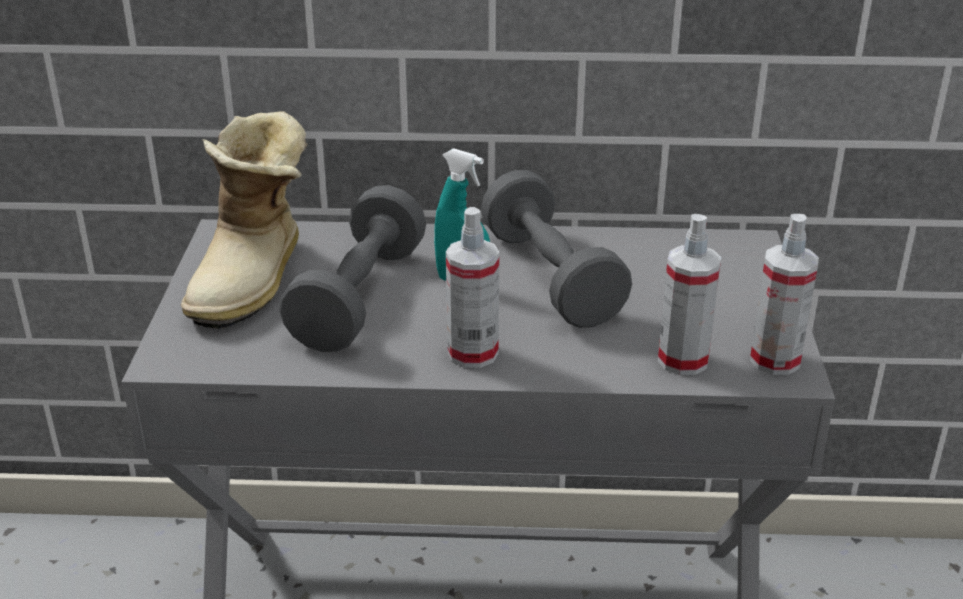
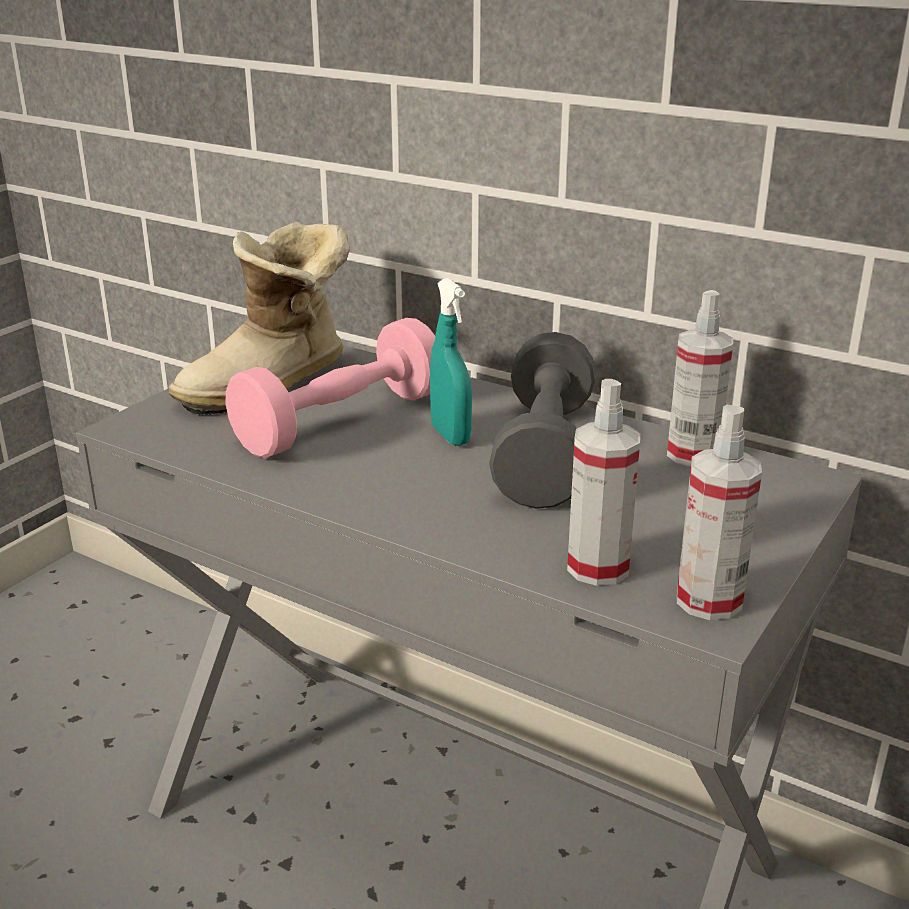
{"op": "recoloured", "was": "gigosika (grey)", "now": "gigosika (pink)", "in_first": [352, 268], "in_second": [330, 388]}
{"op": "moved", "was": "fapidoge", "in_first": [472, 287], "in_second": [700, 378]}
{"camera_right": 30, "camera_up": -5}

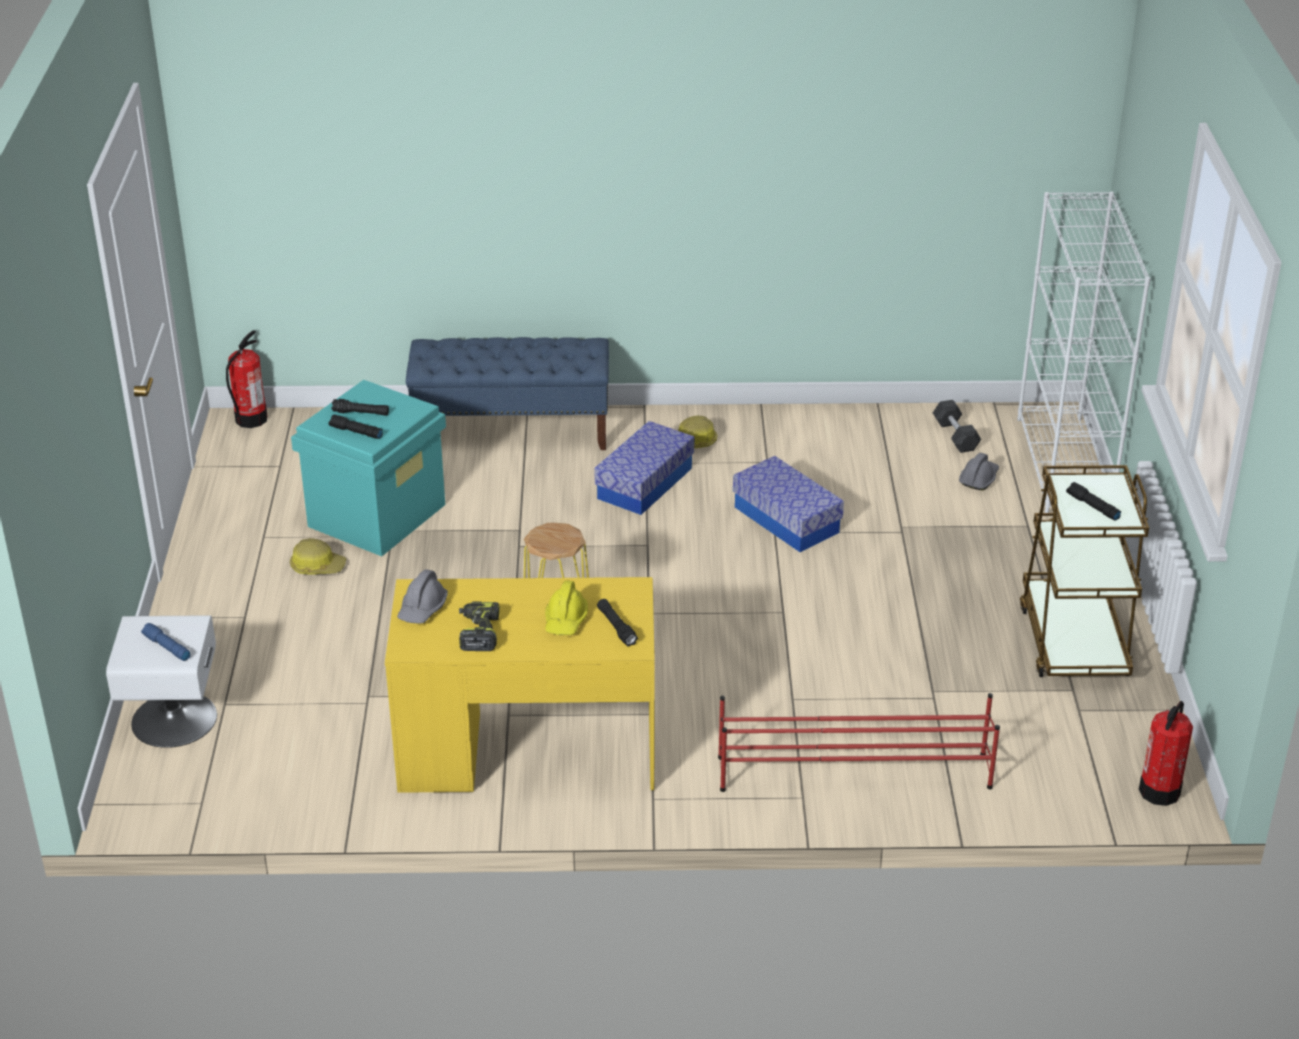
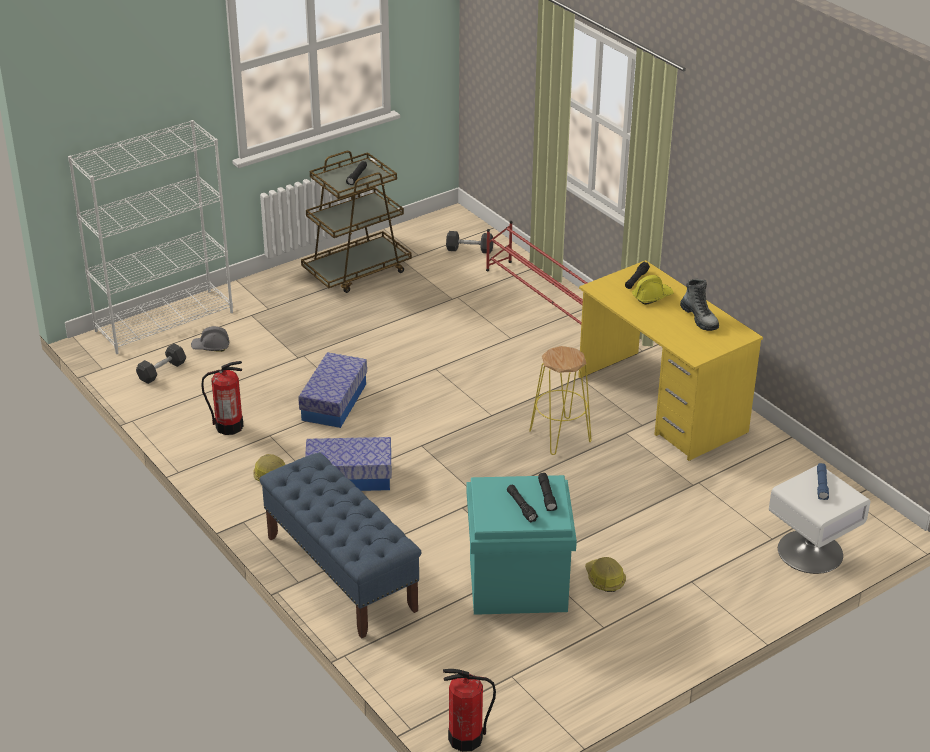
{"op": "moved", "was": "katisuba", "in_first": [1166, 753], "in_second": [222, 398]}
{"op": "added", "now": "gigosika (grey)", "in_second": [469, 242]}
{"op": "replaced", "was": "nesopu", "now": "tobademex", "in_first": [479, 626], "in_second": [699, 305]}
{"op": "removed", "was": "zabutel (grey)", "in_first": [422, 596]}
{"camera_right": -125, "camera_up": 0}

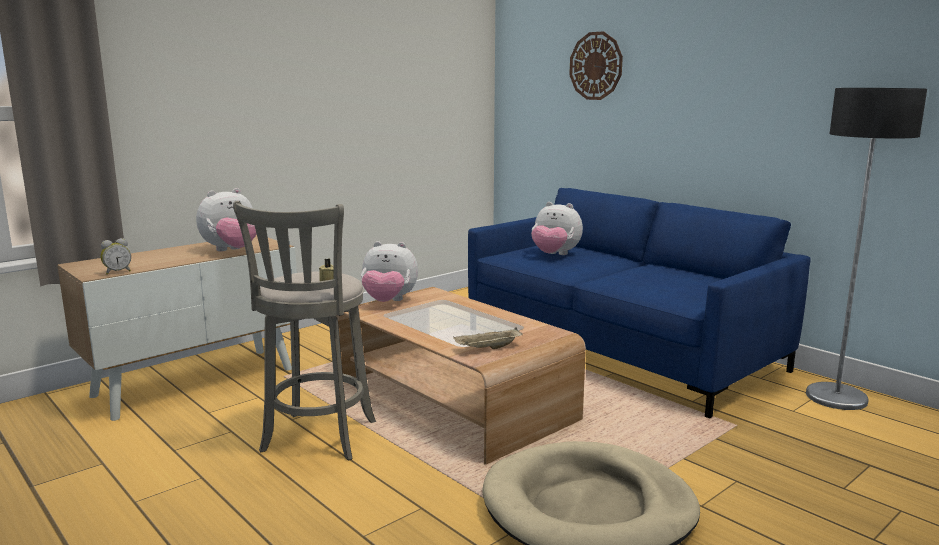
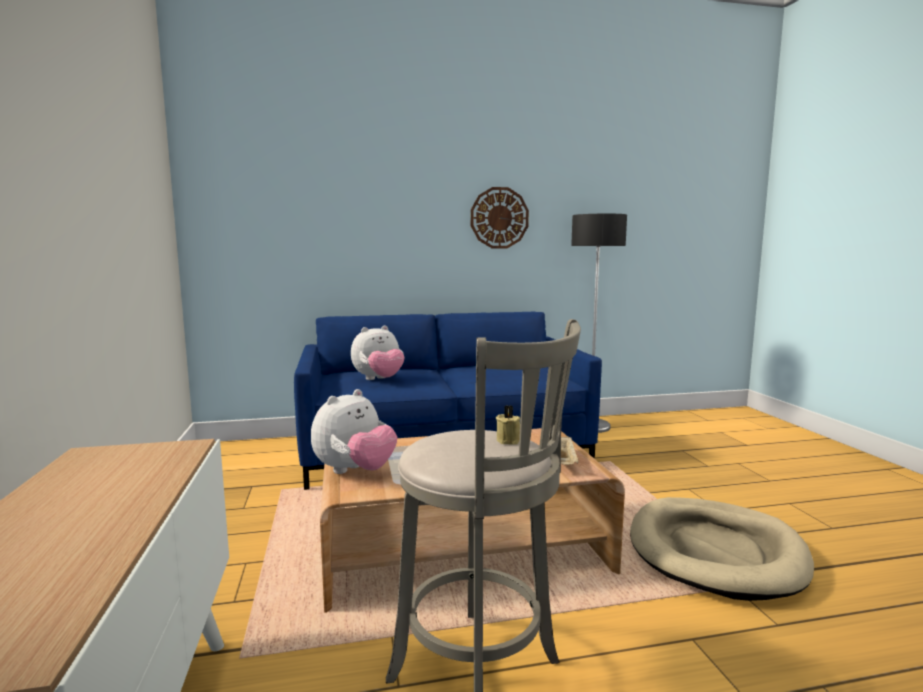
{"op": "moved", "was": "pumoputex", "in_first": [596, 65], "in_second": [500, 218]}
{"op": "removed", "was": "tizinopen", "in_first": [115, 256]}
{"op": "removed", "was": "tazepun", "in_first": [226, 219]}
{"camera_right": -60, "camera_up": -5}

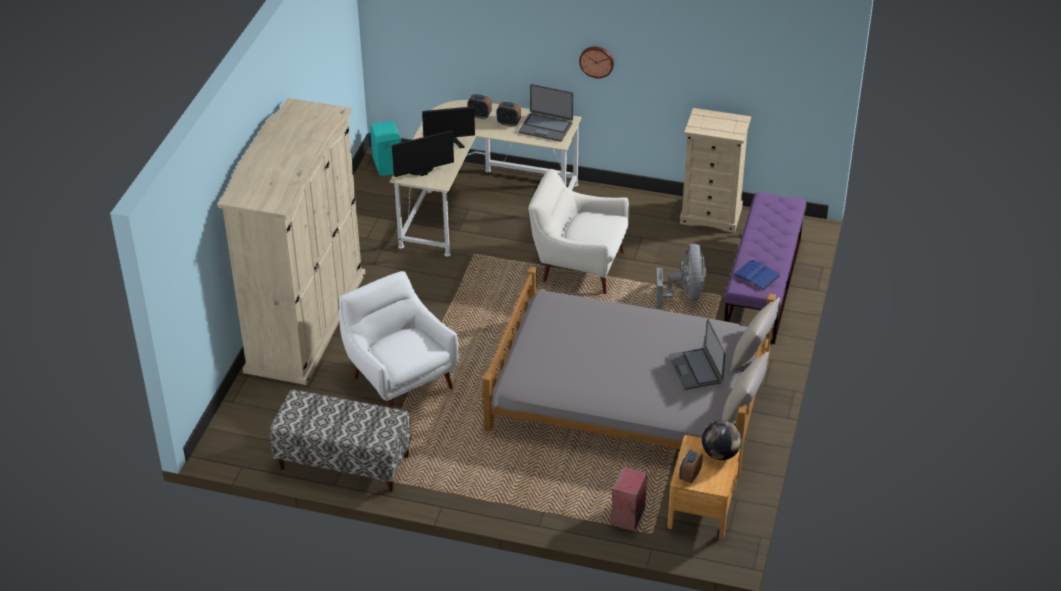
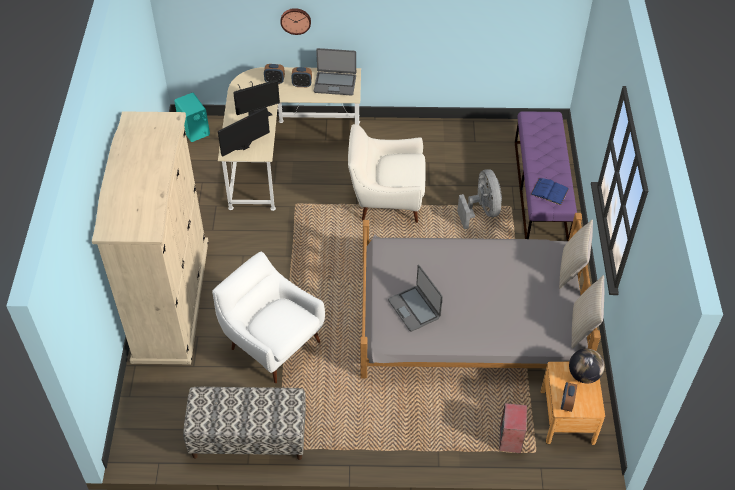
{"op": "moved", "was": "pumoputex", "in_first": [596, 62], "in_second": [295, 21]}
{"op": "moved", "was": "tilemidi", "in_first": [697, 354], "in_second": [415, 298]}
{"op": "removed", "was": "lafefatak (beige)", "in_first": [715, 170]}
{"camera_right": -15, "camera_up": 10}

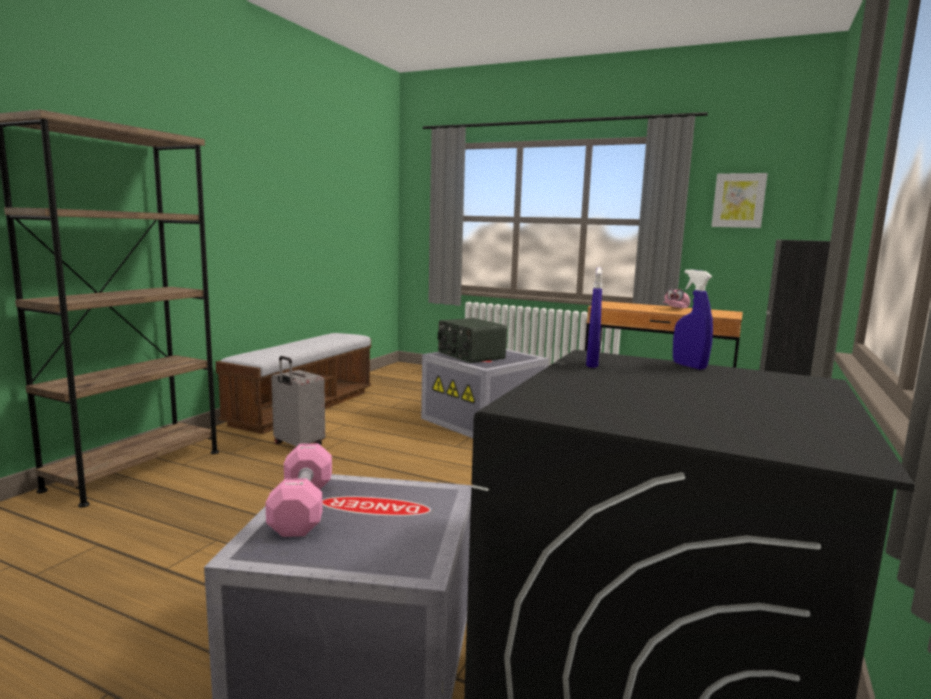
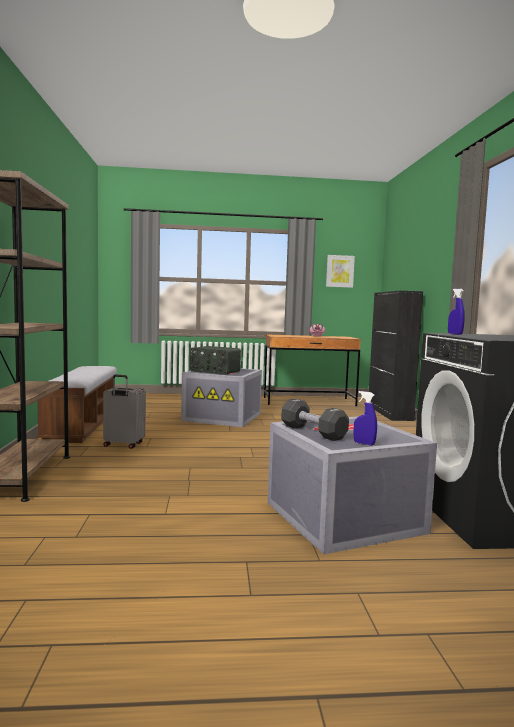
{"op": "recoloured", "was": "gigosika (pink)", "now": "gigosika (black)", "in_first": [298, 490], "in_second": [315, 420]}
{"op": "moved", "was": "fapidoge (blue)", "in_first": [693, 319], "in_second": [365, 418]}
{"camera_right": -30, "camera_up": -5}

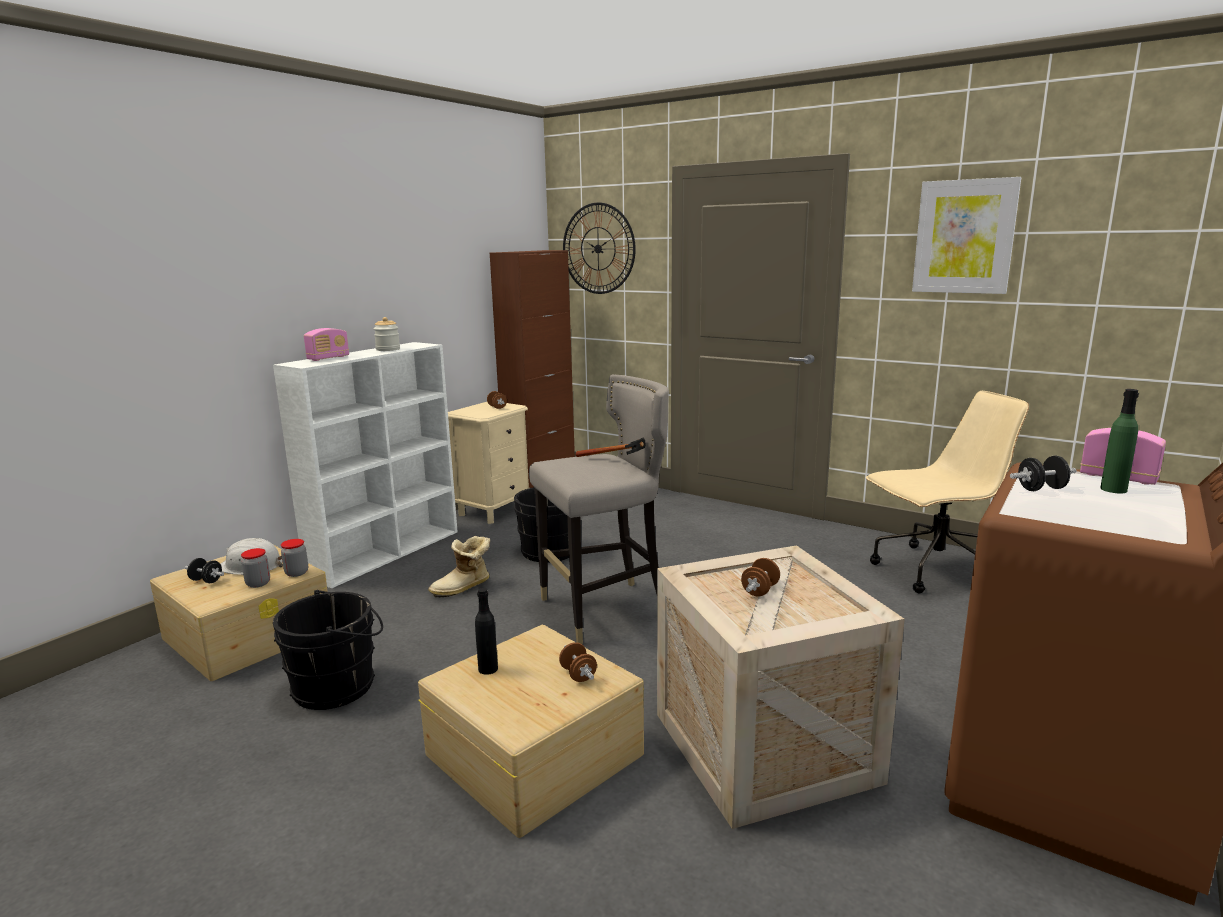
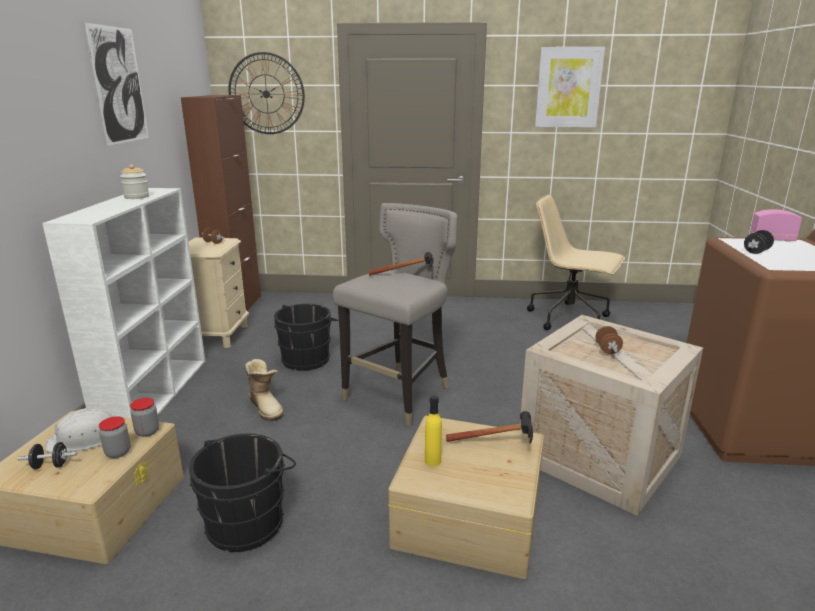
{"op": "added", "now": "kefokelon", "in_second": [116, 84]}
{"op": "turned", "was": "tobademex", "in_first": [459, 567], "in_second": [264, 390], "clockwise": -60}
{"op": "recoloured", "was": "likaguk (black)", "now": "likaguk (yellow)", "in_first": [486, 631], "in_second": [433, 431]}
{"op": "replaced", "was": "gigosika (brown)", "now": "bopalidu", "in_first": [578, 662], "in_second": [489, 427]}
{"op": "turned", "was": "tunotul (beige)", "in_first": [947, 492], "in_second": [576, 262], "clockwise": -105}
{"op": "removed", "was": "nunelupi", "in_first": [326, 344]}
{"op": "removed", "was": "likaguk (green)", "in_first": [1119, 441]}
{"camera_right": -30, "camera_up": 5}

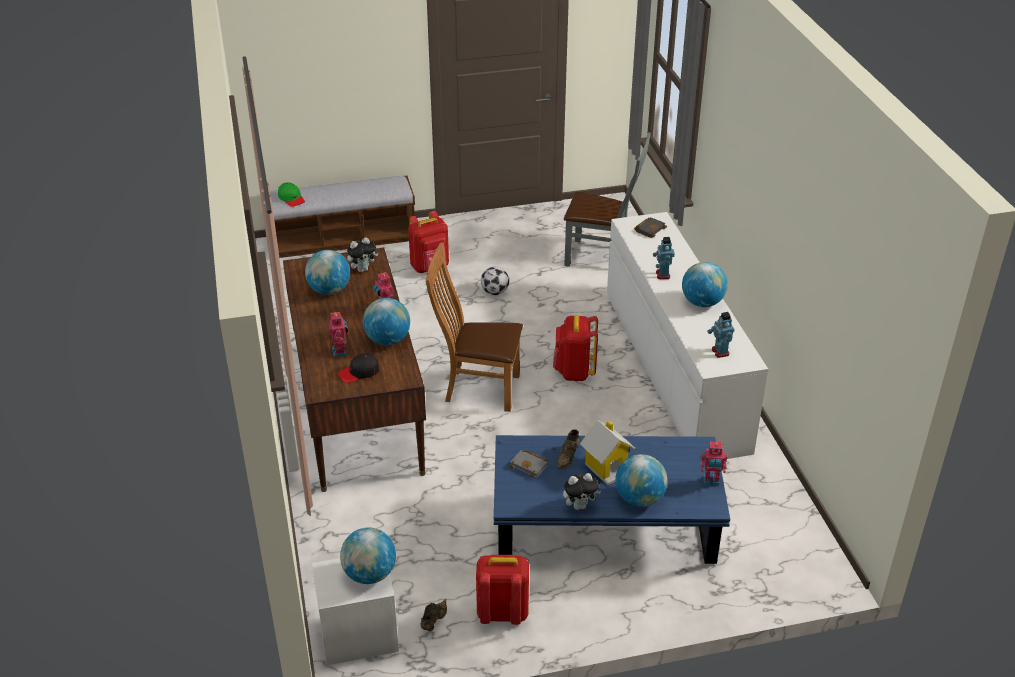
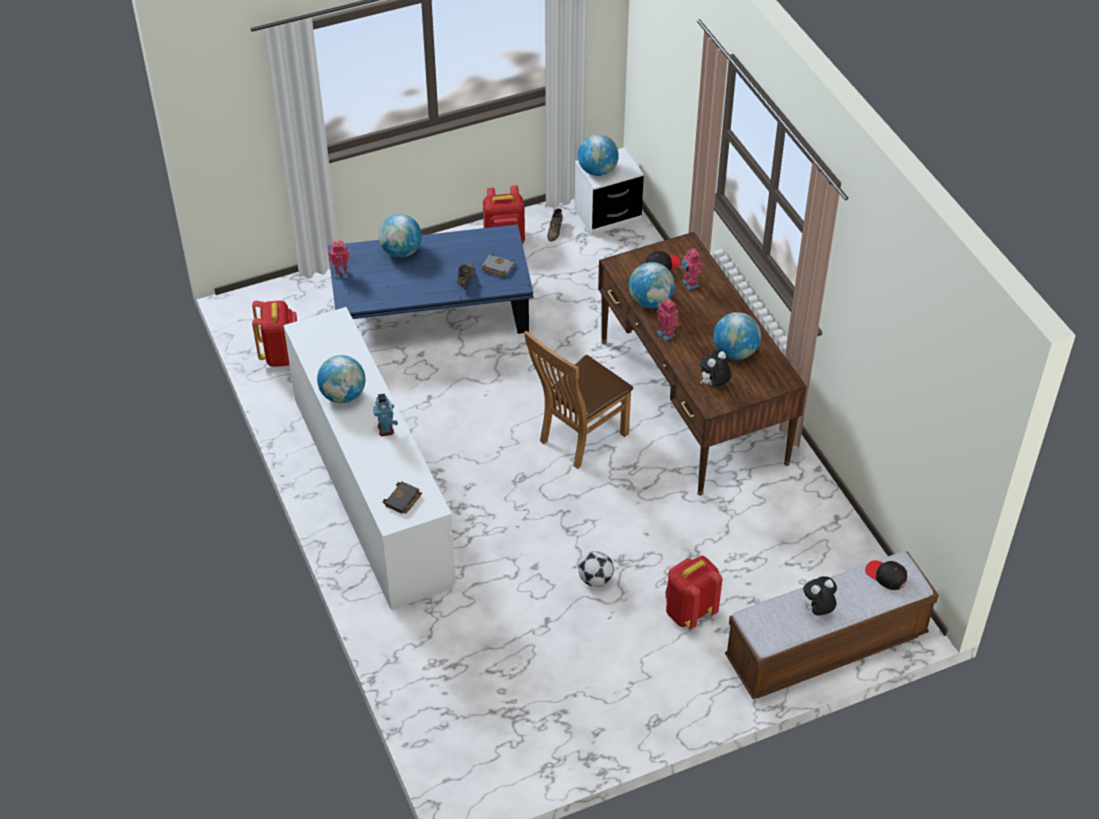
{"op": "moved", "was": "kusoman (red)", "in_first": [575, 348], "in_second": [274, 333]}
{"op": "turned", "was": "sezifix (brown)", "in_first": [474, 327], "in_second": [578, 399], "clockwise": 135}
{"op": "moved", "was": "tazepun", "in_first": [582, 491], "in_second": [818, 595]}
{"op": "recoloured", "was": "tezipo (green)", "now": "tezipo (black)", "in_first": [291, 194], "in_second": [886, 575]}
{"op": "removed", "was": "sezifix (grey)", "in_first": [607, 199]}
{"op": "removed", "was": "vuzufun", "in_first": [607, 452]}
{"op": "removed", "was": "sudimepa", "in_first": [720, 335]}
{"camera_right": 170, "camera_up": 10}

